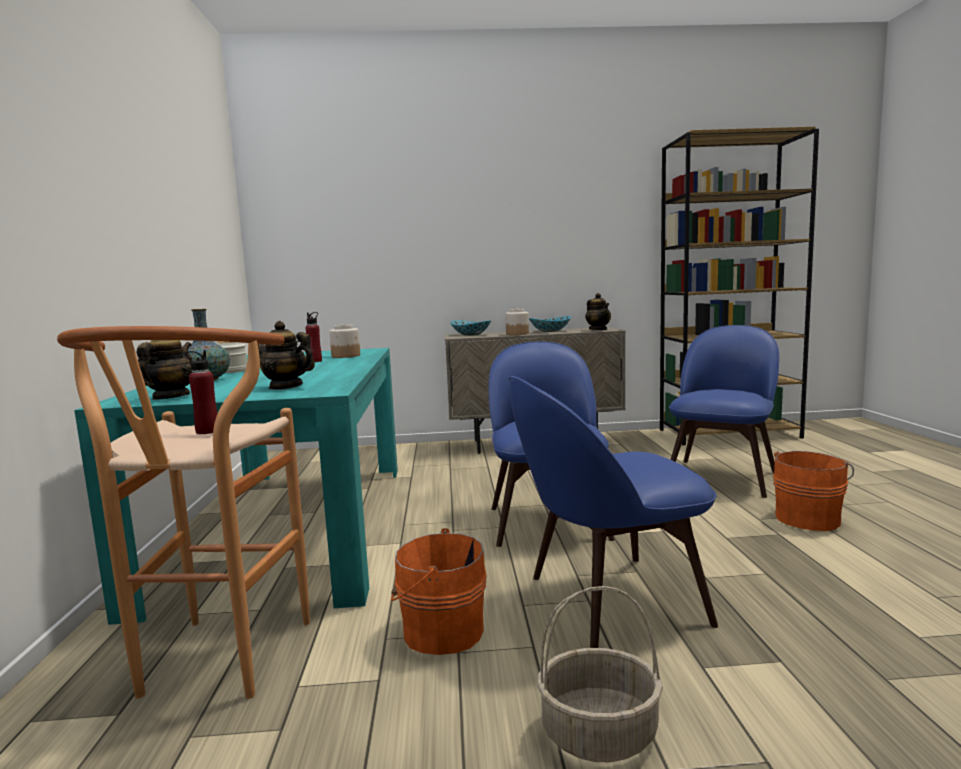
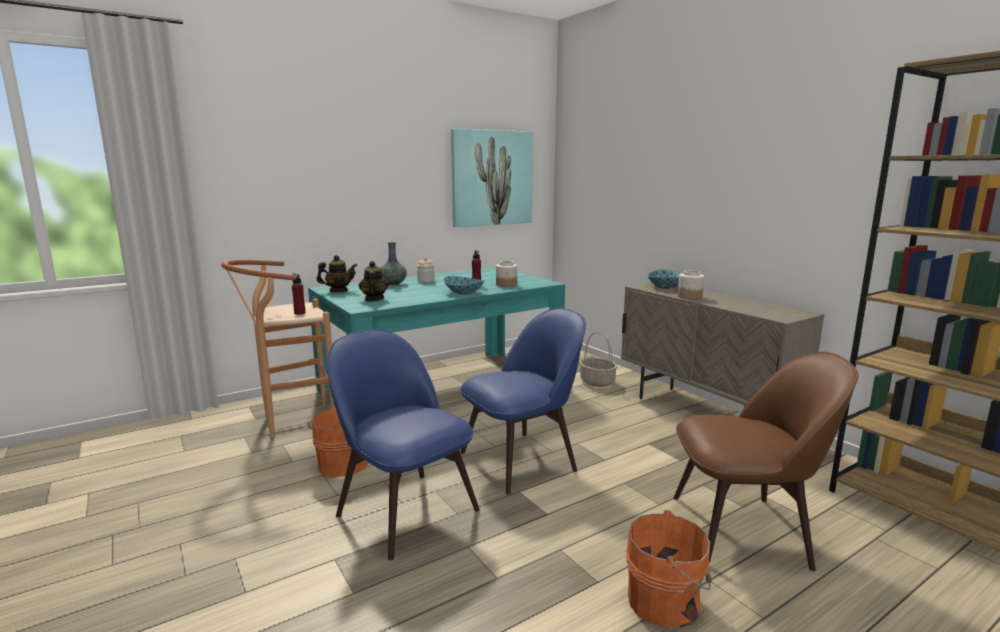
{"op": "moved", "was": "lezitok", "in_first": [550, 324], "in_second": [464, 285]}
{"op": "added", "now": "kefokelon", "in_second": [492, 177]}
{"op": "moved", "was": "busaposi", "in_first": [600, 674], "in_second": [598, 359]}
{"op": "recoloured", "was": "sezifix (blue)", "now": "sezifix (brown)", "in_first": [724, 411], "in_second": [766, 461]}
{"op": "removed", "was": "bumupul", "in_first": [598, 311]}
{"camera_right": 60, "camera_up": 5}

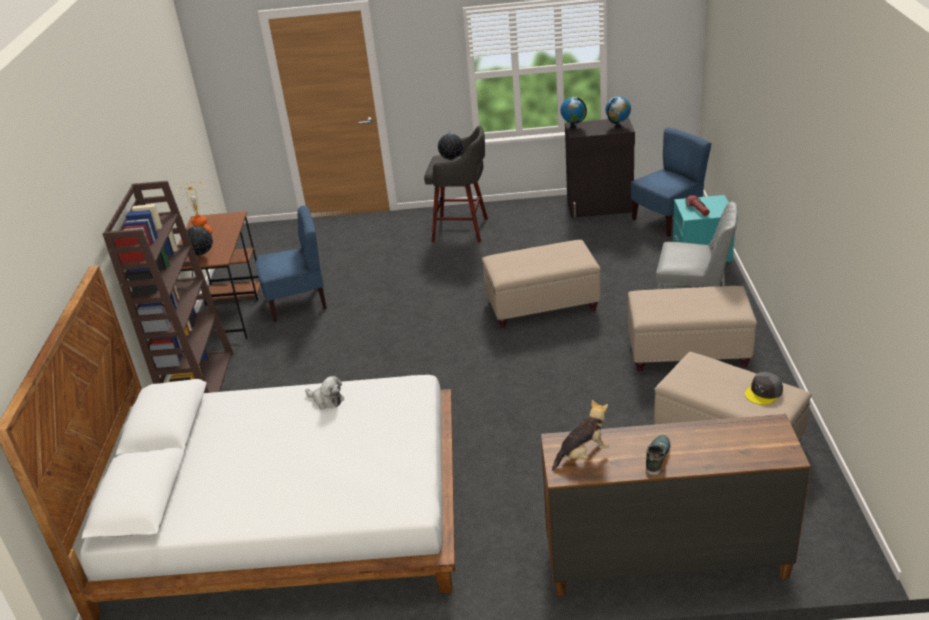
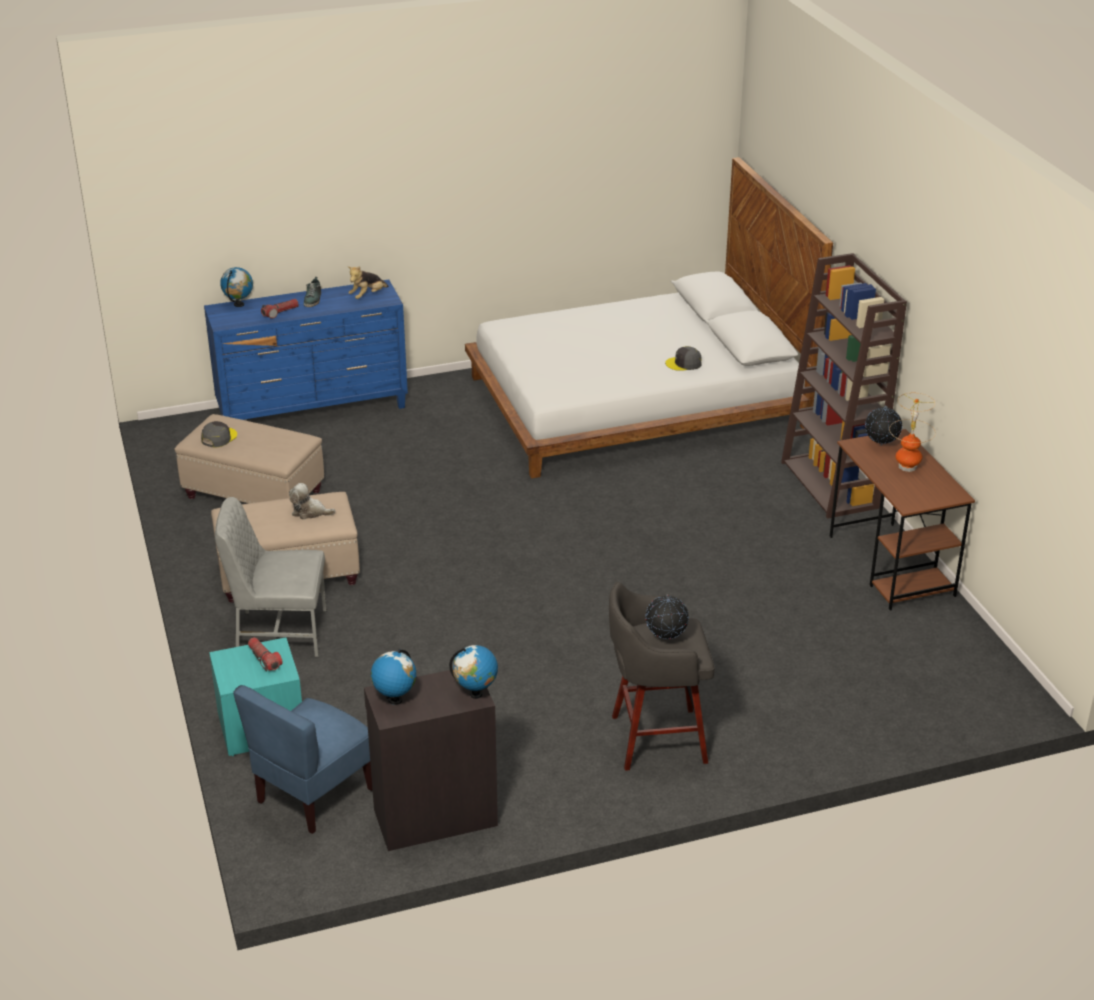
{"op": "recoloured", "was": "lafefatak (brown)", "now": "lafefatak (blue)", "in_first": [676, 505], "in_second": [306, 350]}
{"op": "added", "now": "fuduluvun", "in_second": [236, 287]}
{"op": "added", "now": "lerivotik", "in_second": [280, 309]}
{"op": "moved", "was": "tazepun", "in_first": [324, 392], "in_second": [312, 501]}
{"op": "added", "now": "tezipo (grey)", "in_second": [683, 358]}
{"op": "removed", "was": "sezifix (blue)", "in_first": [291, 264]}
{"op": "removed", "was": "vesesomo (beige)", "in_first": [541, 284]}
{"camera_right": 160, "camera_up": 0}

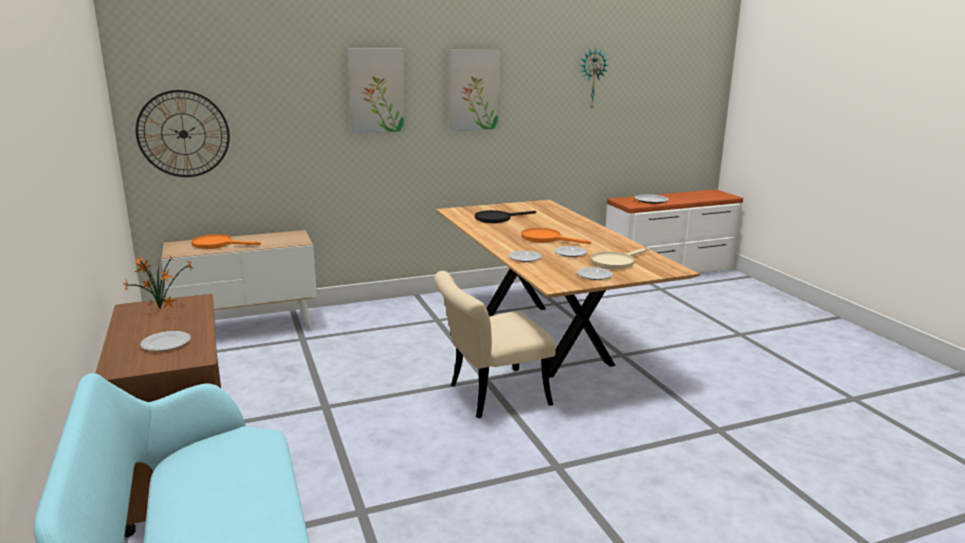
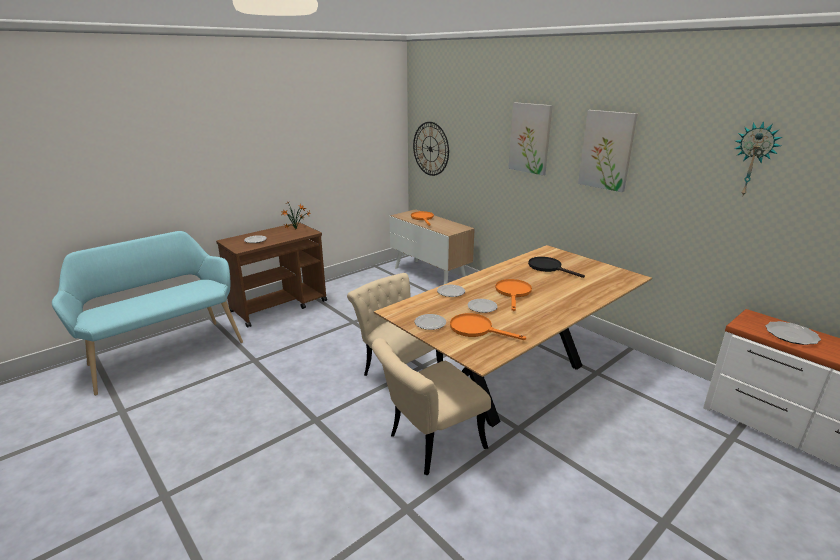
{"op": "added", "now": "sezifix (beige)", "in_second": [431, 406]}
{"op": "recoloured", "was": "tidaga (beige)", "now": "tidaga (orange)", "in_first": [619, 258], "in_second": [488, 326]}
{"camera_right": 70, "camera_up": 5}

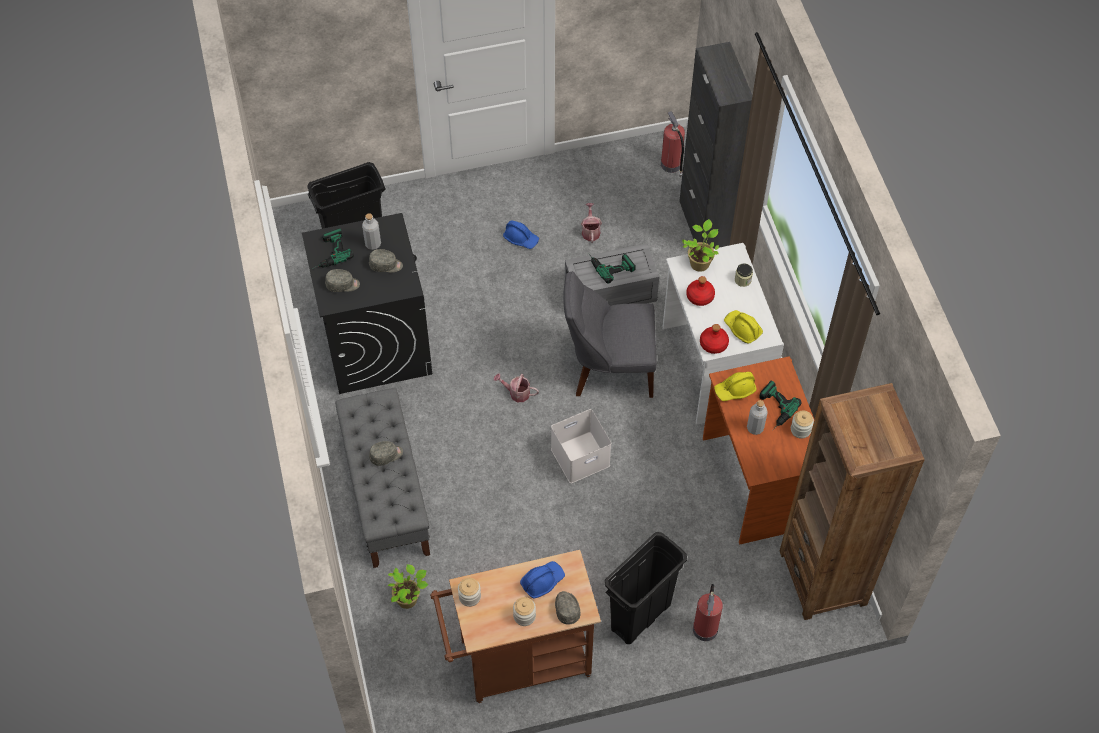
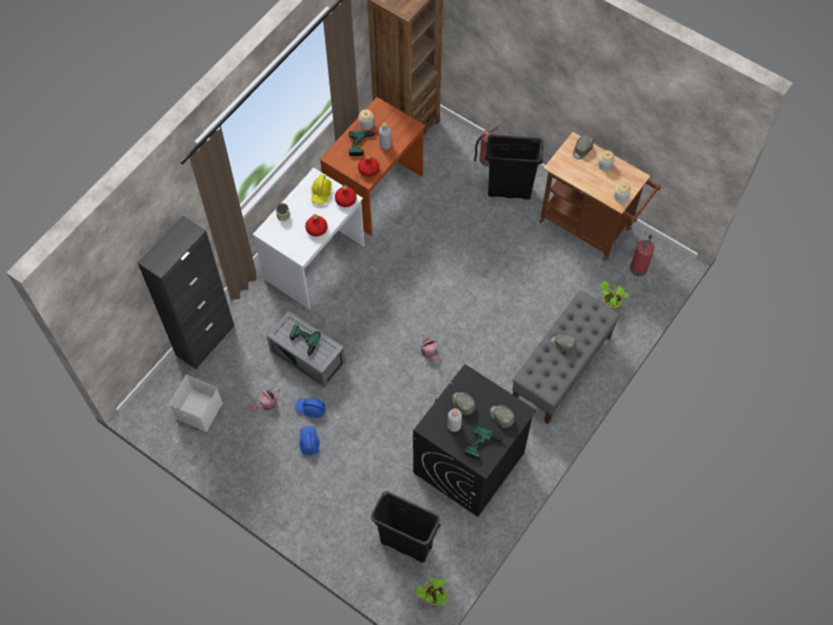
{"op": "moved", "was": "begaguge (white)", "in_first": [581, 446], "in_second": [196, 403]}
{"op": "moved", "was": "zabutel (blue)", "in_first": [542, 579], "in_second": [310, 408]}
{"op": "replaced", "was": "zabutel (yellow)", "now": "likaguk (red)", "in_first": [735, 386], "in_second": [368, 166]}
{"op": "moved", "was": "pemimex", "in_first": [700, 245], "in_second": [431, 591]}
{"op": "moved", "was": "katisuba", "in_first": [673, 144], "in_second": [642, 255]}
{"op": "removed", "was": "sezifix (grey)", "in_first": [610, 334]}
{"camera_right": -130, "camera_up": 5}

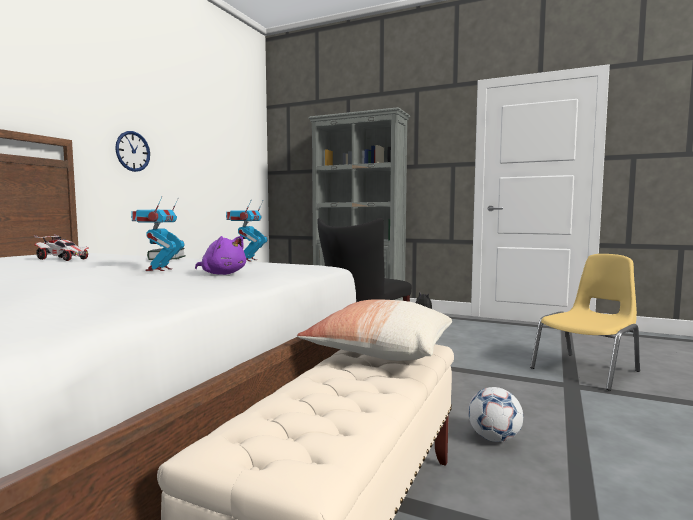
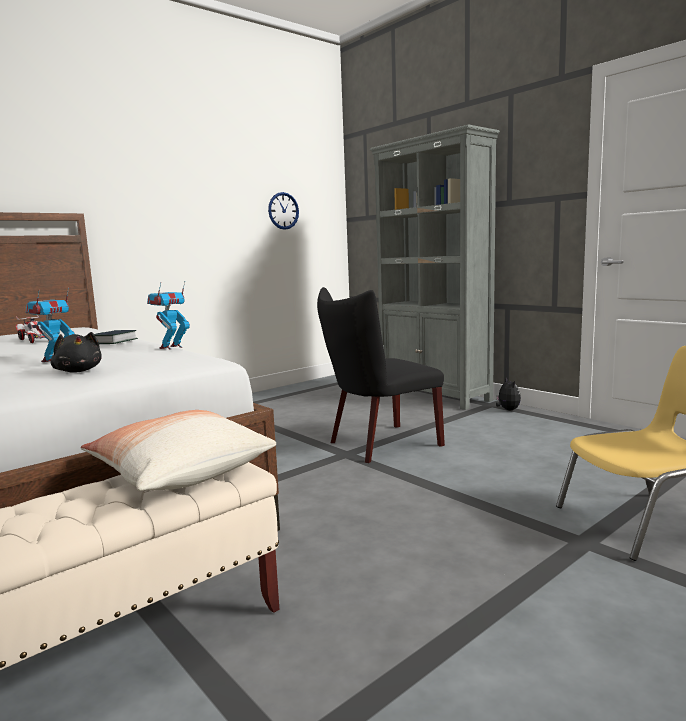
{"op": "recoloured", "was": "tazepun (purple)", "now": "tazepun (black)", "in_first": [220, 255], "in_second": [76, 352]}
{"op": "moved", "was": "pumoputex", "in_first": [132, 151], "in_second": [283, 211]}
{"op": "removed", "was": "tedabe", "in_first": [495, 414]}
{"camera_right": 25, "camera_up": 5}

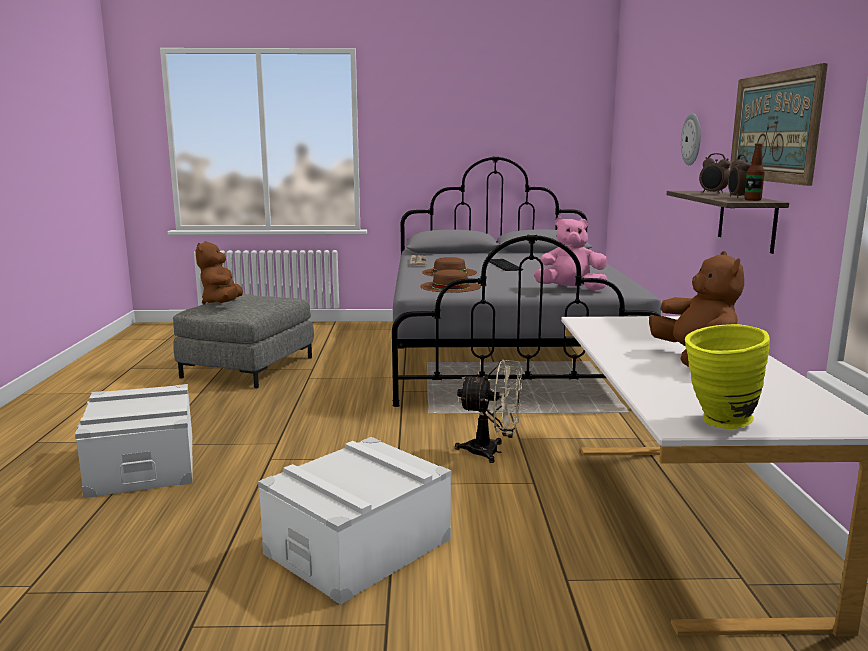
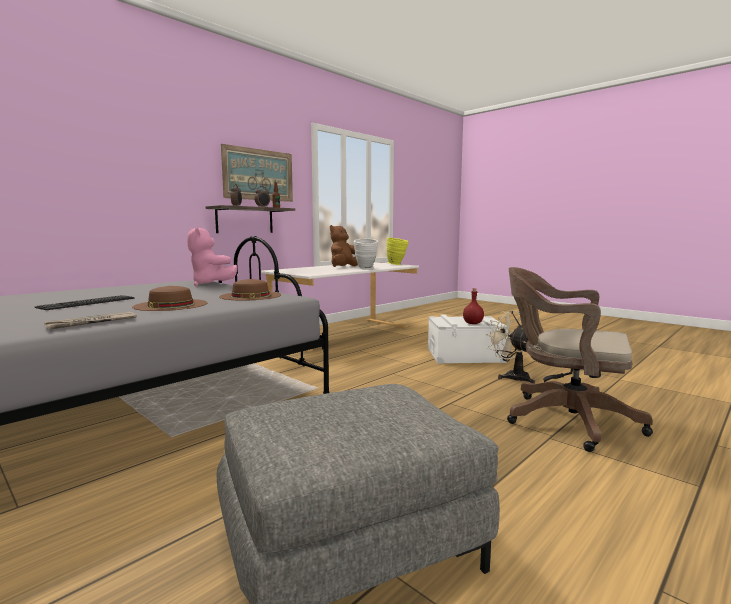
{"op": "added", "now": "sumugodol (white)", "in_second": [366, 254]}
{"op": "added", "now": "likaguk (red)", "in_second": [473, 306]}
{"op": "moved", "was": "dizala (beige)", "in_first": [488, 411], "in_second": [510, 347]}
{"op": "replaced", "was": "begaguge (white)", "now": "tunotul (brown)", "in_first": [134, 441], "in_second": [580, 359]}
{"op": "removed", "was": "tazepun (brown)", "in_first": [219, 272]}
{"op": "removed", "was": "pumoputex", "in_first": [691, 139]}
{"camera_right": -135, "camera_up": -5}

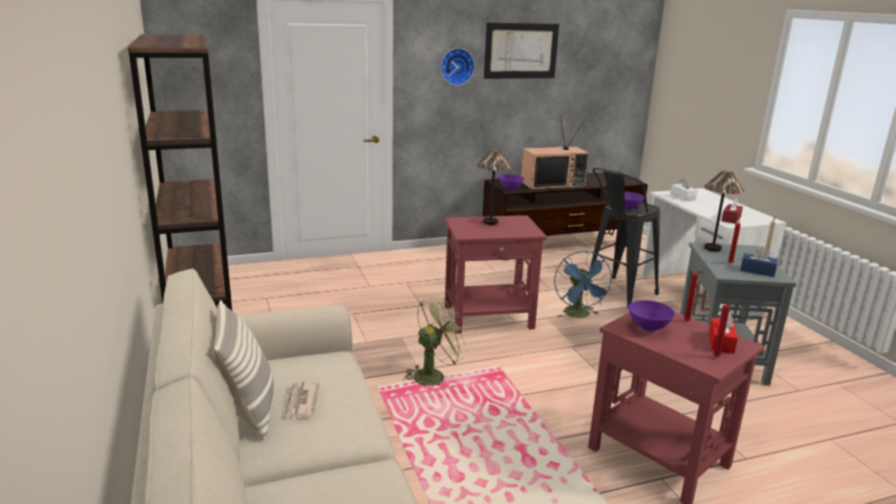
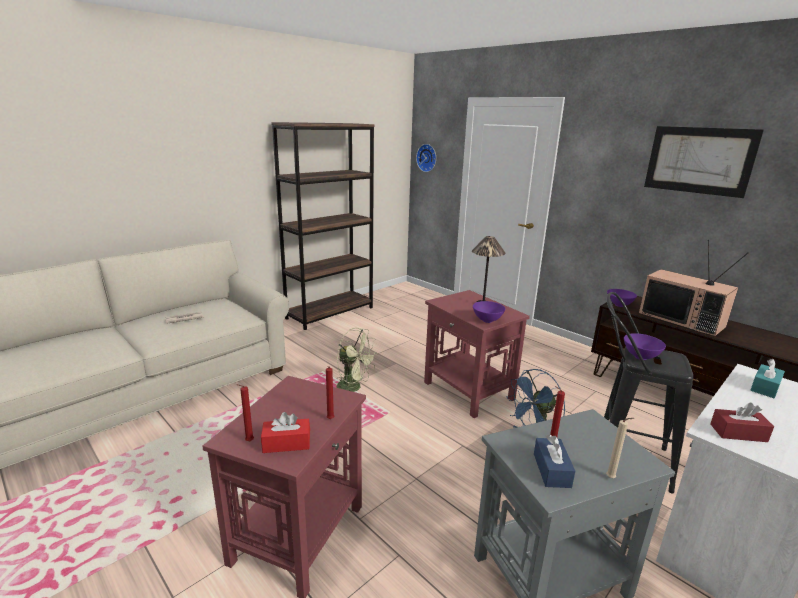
{"op": "moved", "was": "pumoputex", "in_first": [457, 67], "in_second": [426, 158]}
{"op": "moved", "was": "lezitok (purple)", "in_first": [651, 316], "in_second": [489, 312]}
{"op": "recoloured", "was": "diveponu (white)", "now": "diveponu (turquoise)", "in_first": [684, 189], "in_second": [767, 378]}
{"op": "removed", "was": "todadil", "in_first": [243, 370]}
{"op": "removed", "was": "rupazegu", "in_first": [724, 211]}
{"camera_right": 65, "camera_up": 0}

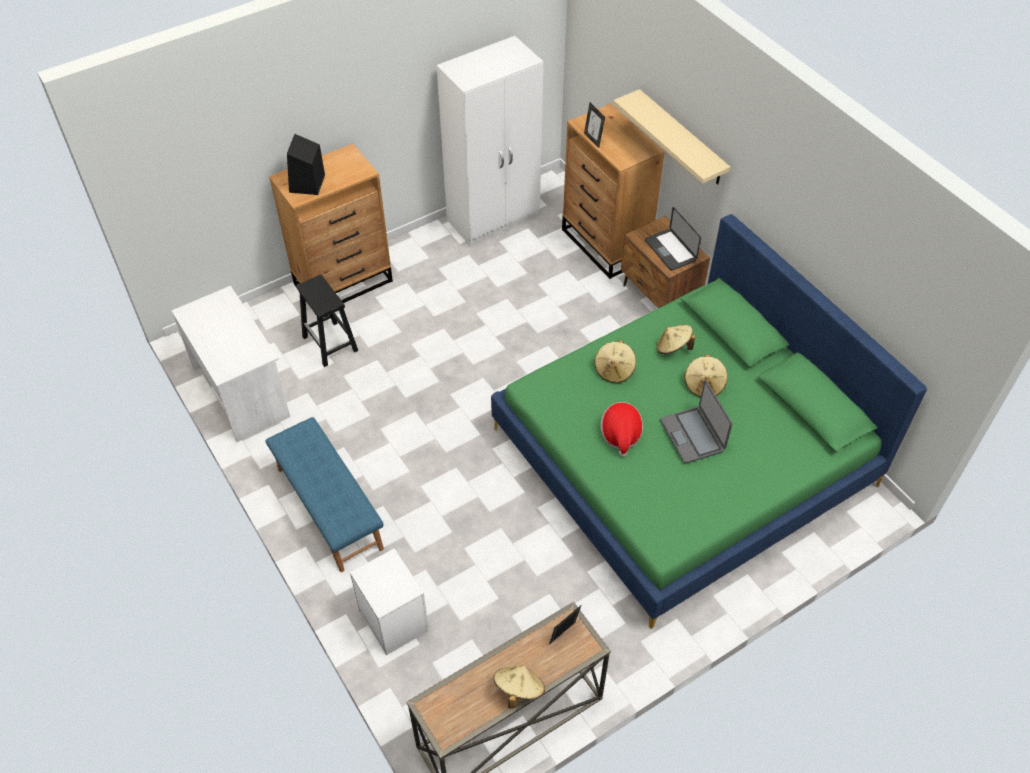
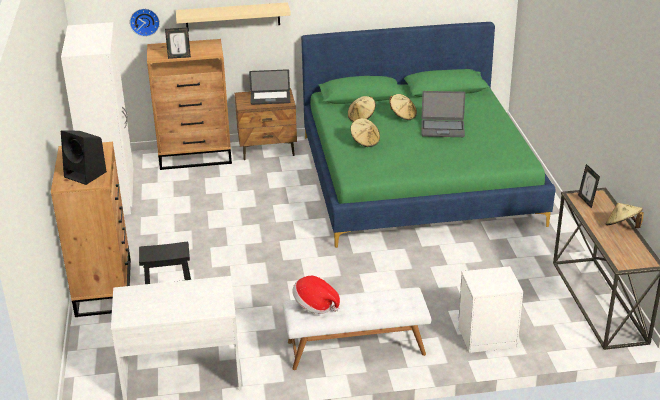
{"op": "added", "now": "pumoputex", "in_second": [145, 23]}
{"op": "recoloured", "was": "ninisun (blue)", "now": "ninisun (white)", "in_first": [324, 494], "in_second": [357, 328]}
{"op": "moved", "was": "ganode", "in_first": [622, 429], "in_second": [316, 295]}
{"camera_right": -65, "camera_up": -20}

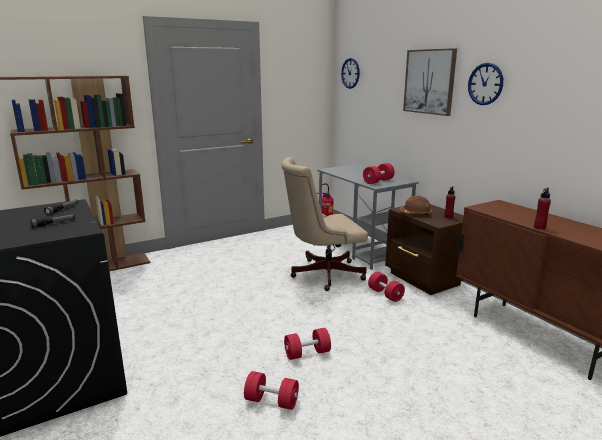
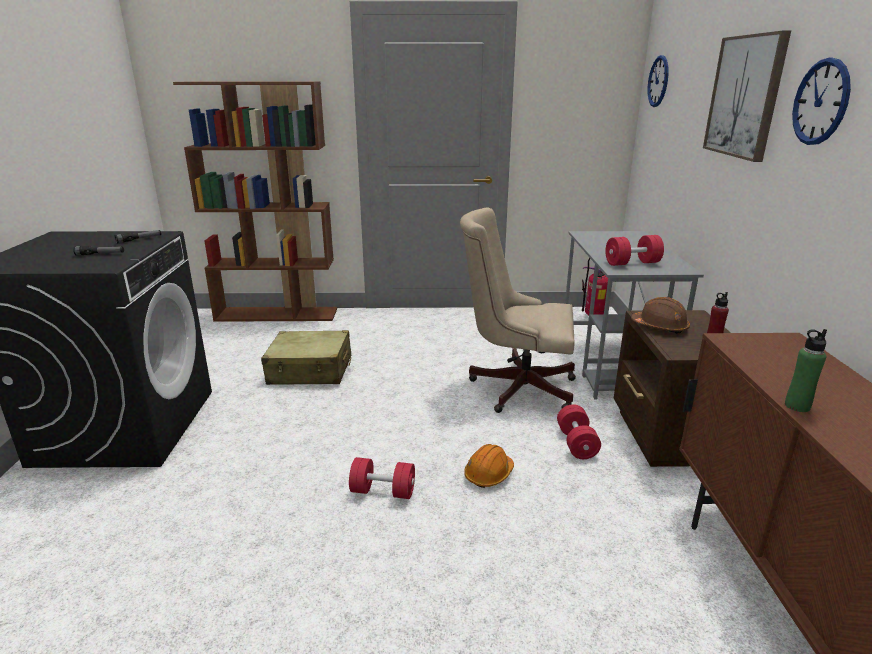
{"op": "added", "now": "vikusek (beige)", "in_second": [306, 357]}
{"op": "added", "now": "zabutel (orange)", "in_second": [489, 466]}
{"op": "recoloured", "was": "likaguk (red)", "now": "likaguk (green)", "in_first": [542, 209], "in_second": [806, 370]}
{"op": "removed", "was": "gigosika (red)", "in_first": [271, 390]}
{"camera_right": 30, "camera_up": 5}

